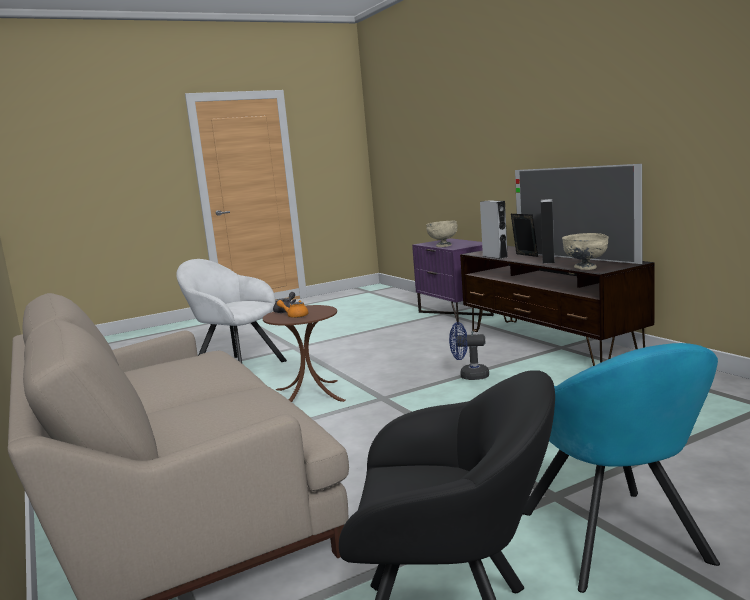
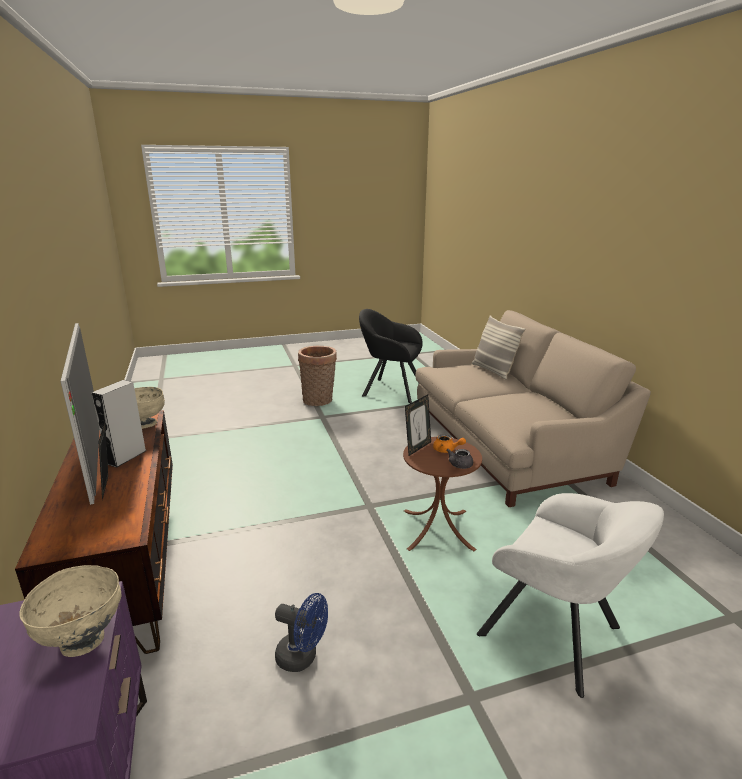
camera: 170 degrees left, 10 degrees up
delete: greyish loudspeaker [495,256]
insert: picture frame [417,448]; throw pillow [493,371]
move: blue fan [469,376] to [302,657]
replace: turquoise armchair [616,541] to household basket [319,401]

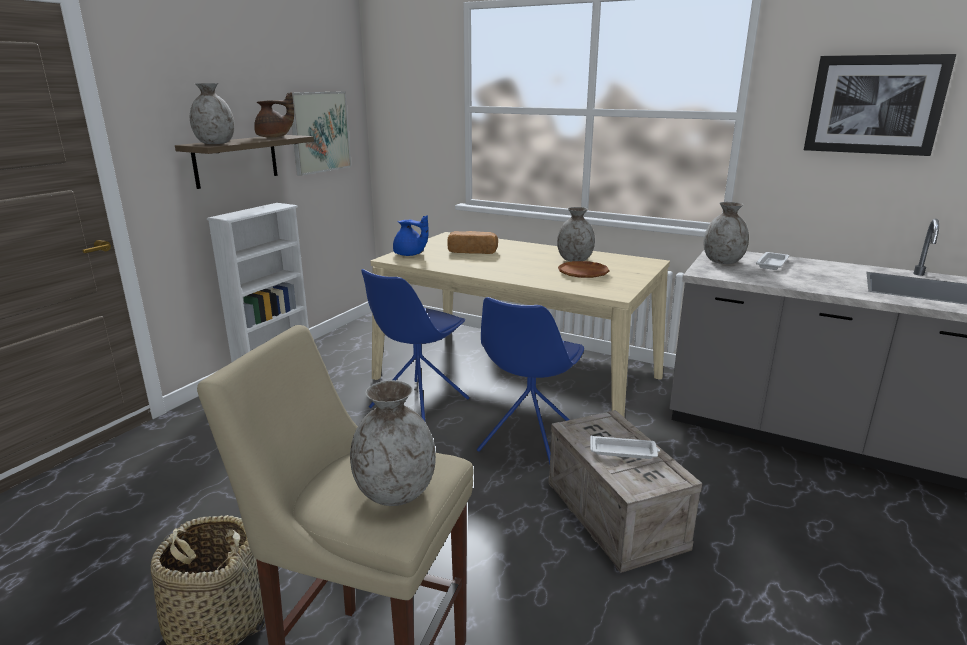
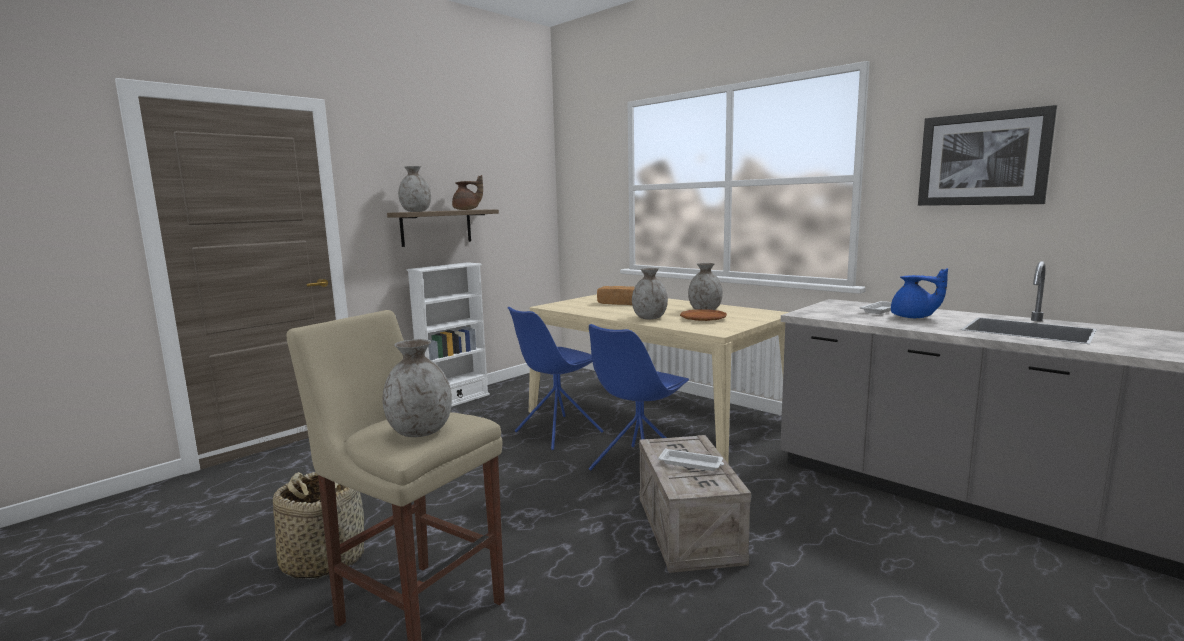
camera: 15 degrees right, 10 degrees down
delete: wall picture [320,132]
move: greyish decorative vase [723,261] to [650,318]; blue teapot [410,254] to [913,317]

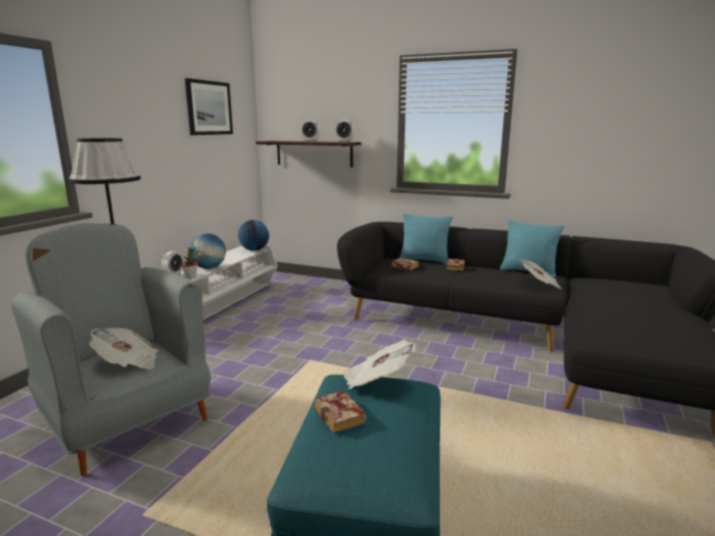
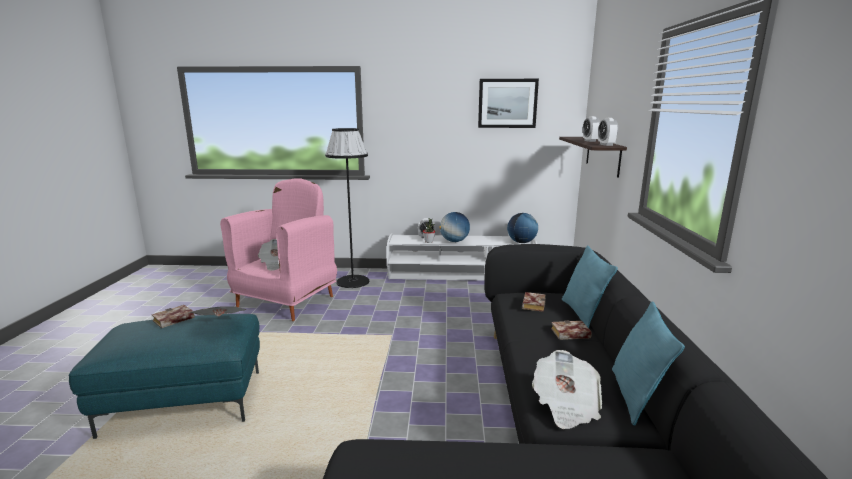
camera: 70 degrees right, 0 degrees up
recolor: greyish armchair [128,422] to pink-coloured armchair [287,301]

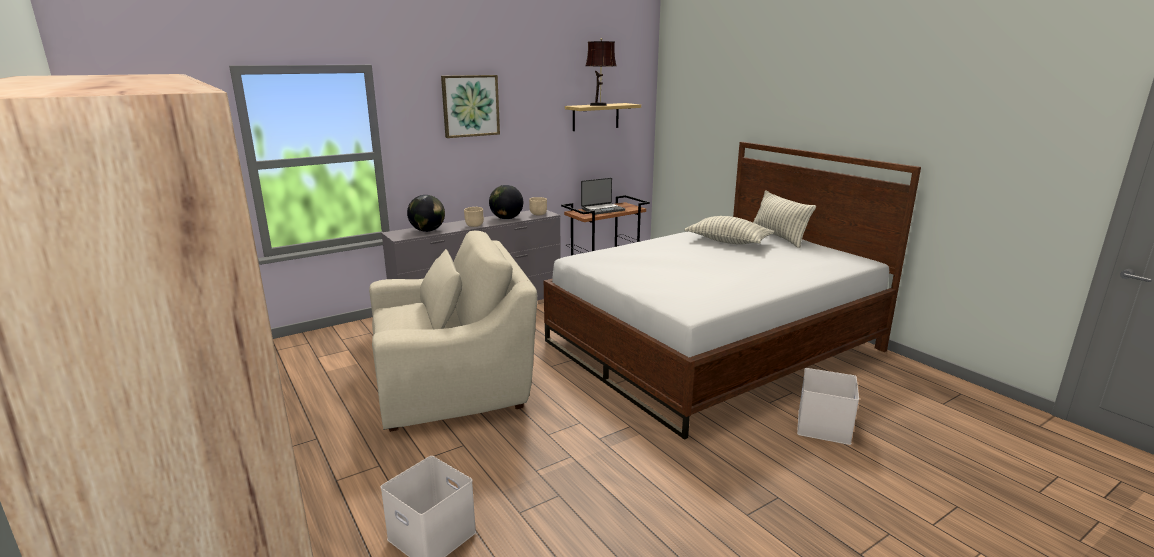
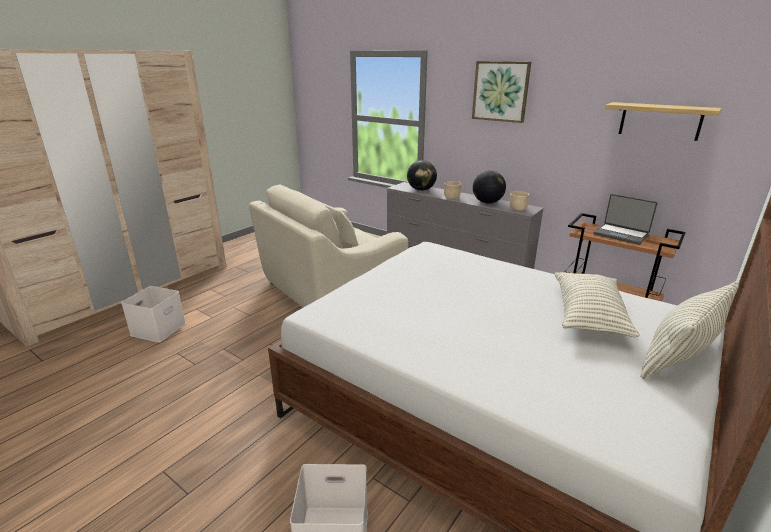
camera: 70 degrees right, 5 degrees up
delete: brownish lamp for a table [600,105]
rotate: beige-coloured armchair [453,380] = [330,291] 90 degrees clockwise

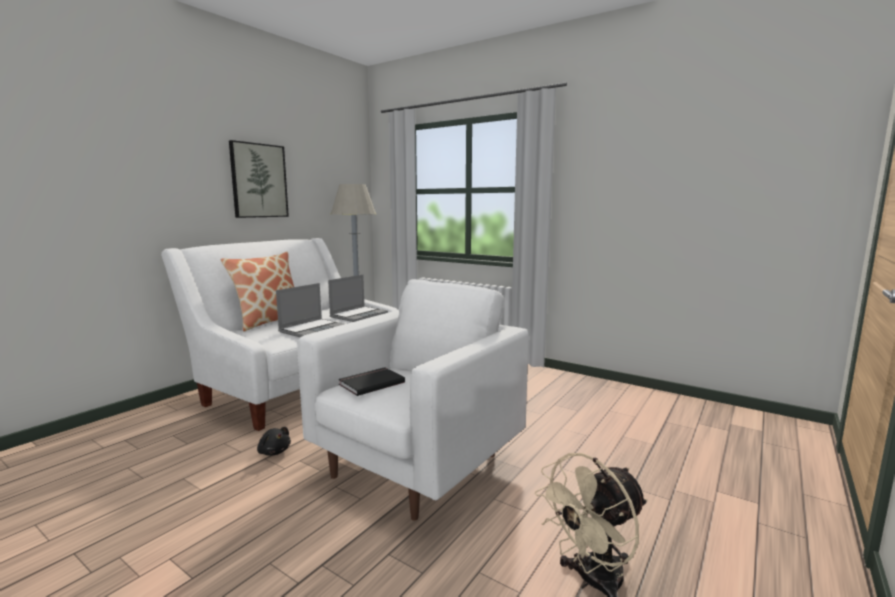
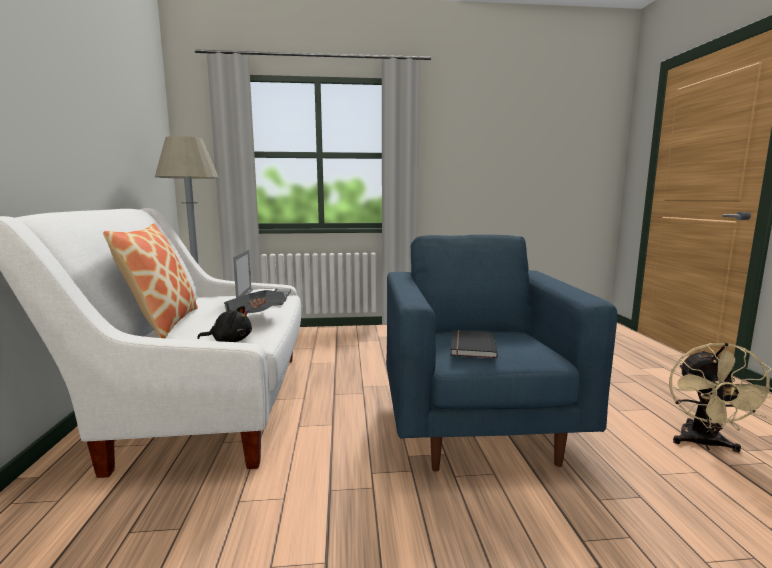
camera: 40 degrees left, 0 degrees up
delete: wall picture [259,181]
move: black-coloured cuddly toy [274,452] to [229,341]
replace: portable computer [312,329] to daily paper [256,319]
recolor: white-coloured armchair [416,466] to blue armchair [477,427]

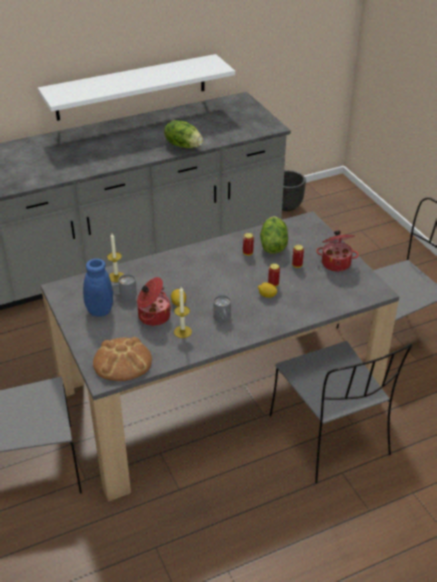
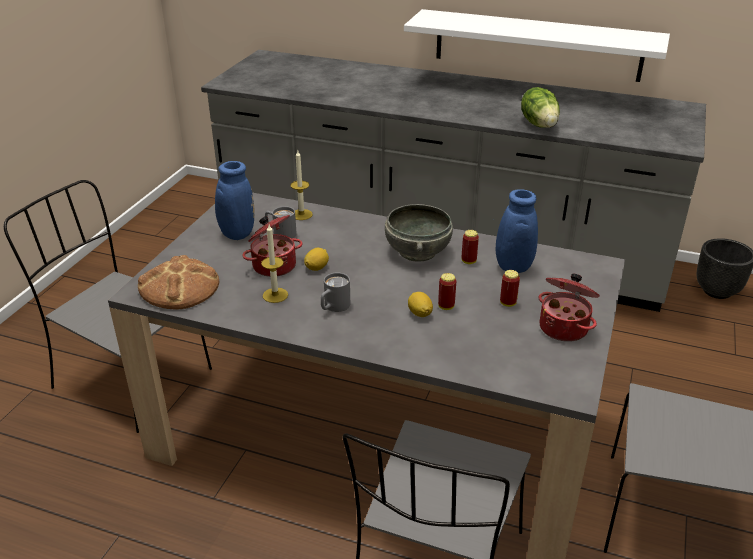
camera: 45 degrees right, 5 degrees down
insert: greyish deep dish [416,251]
replace: head of lettuce [272,246] to blue decorative vase [511,268]

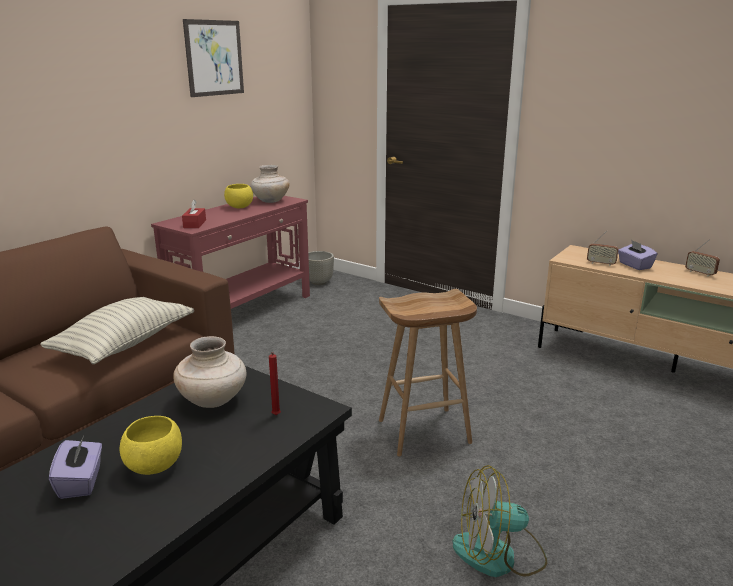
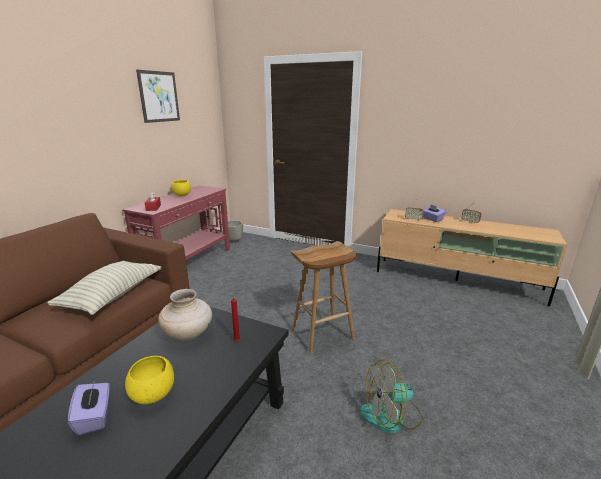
camera: 10 degrees left, 0 degrees up
delete: beige-coloured decorative vase [270,201]

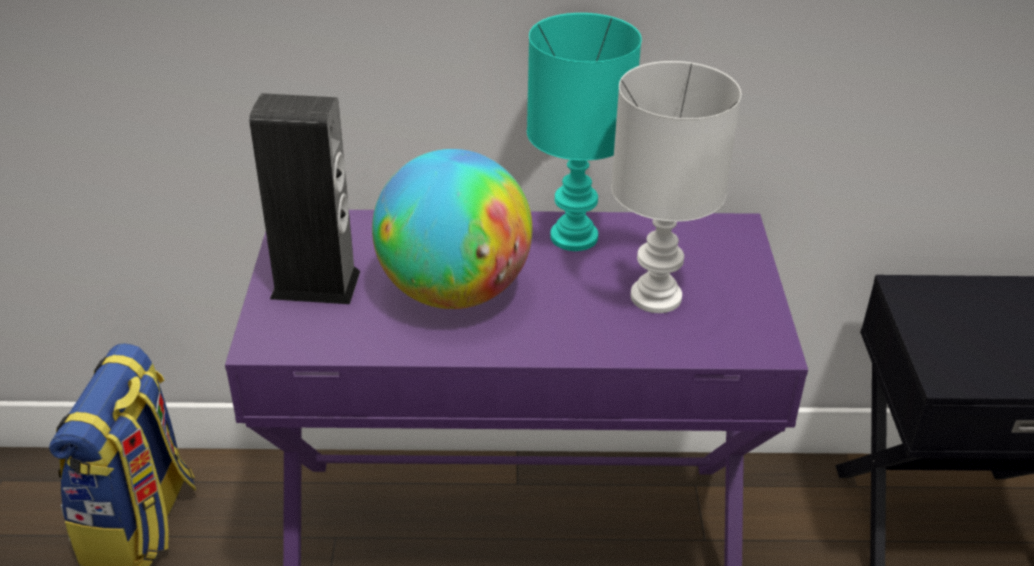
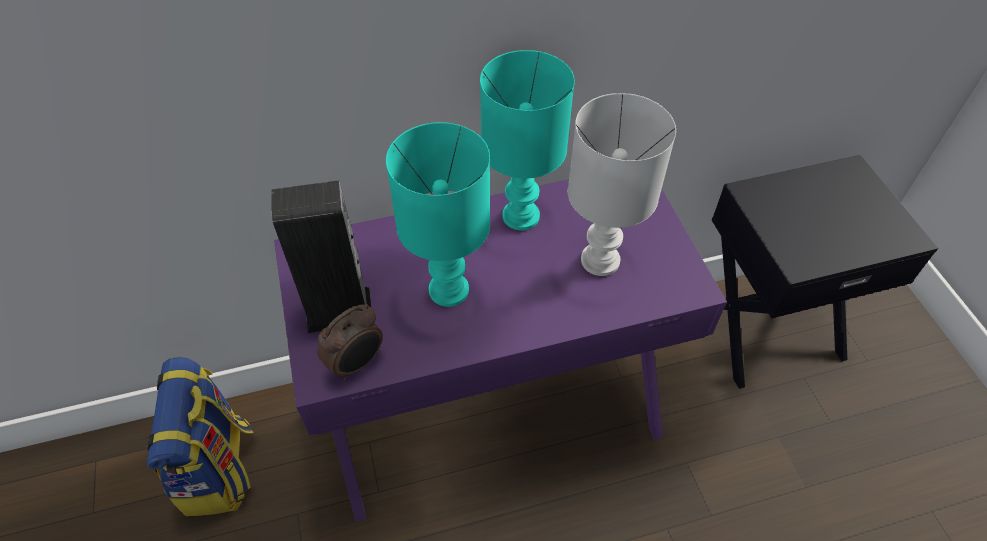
camera: 15 degrees left, 15 degrees up
insert: table clock [357,363]
replace: world globe [454,292] to turquoise lamp for a table [450,291]

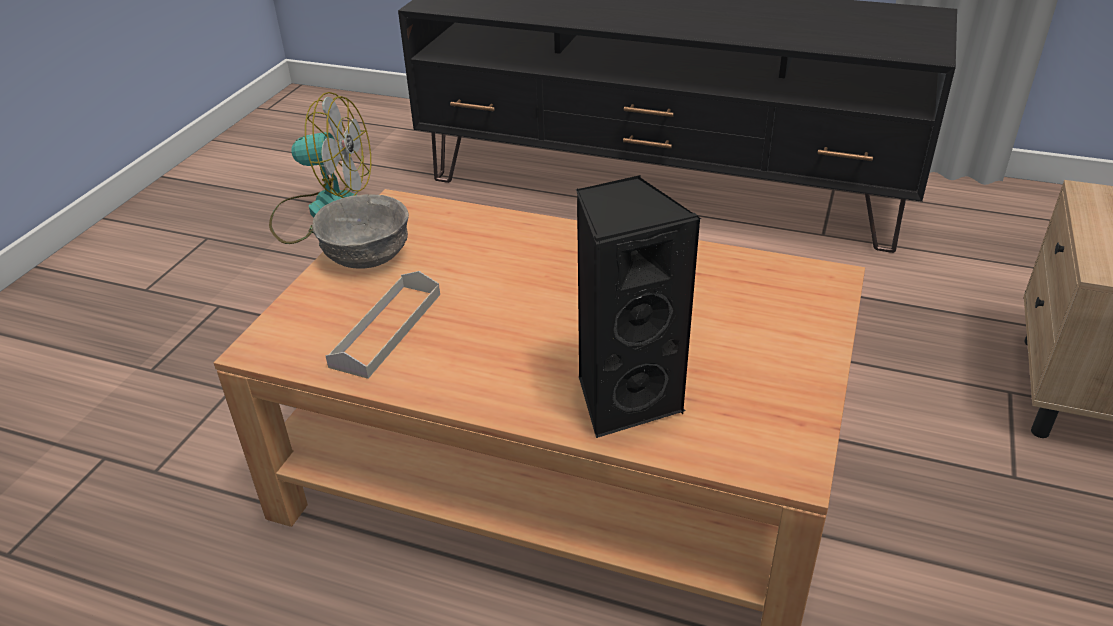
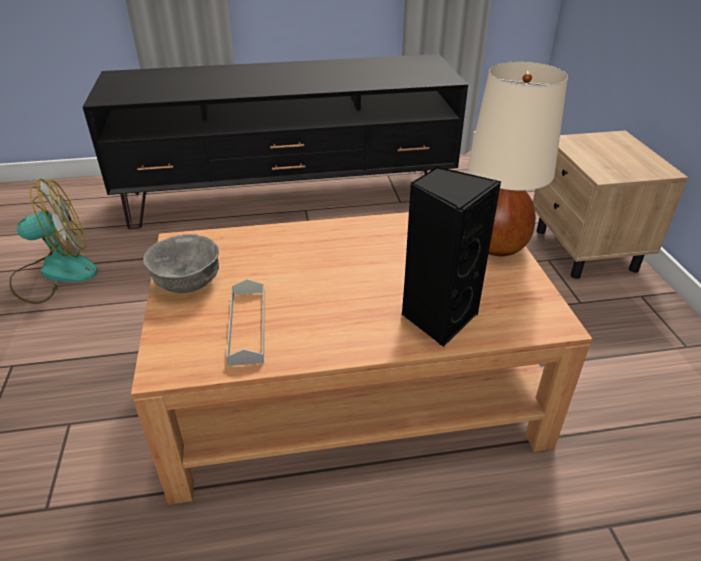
camera: 30 degrees left, 0 degrees up
insert: beige-coloured lamp for a table [496,245]

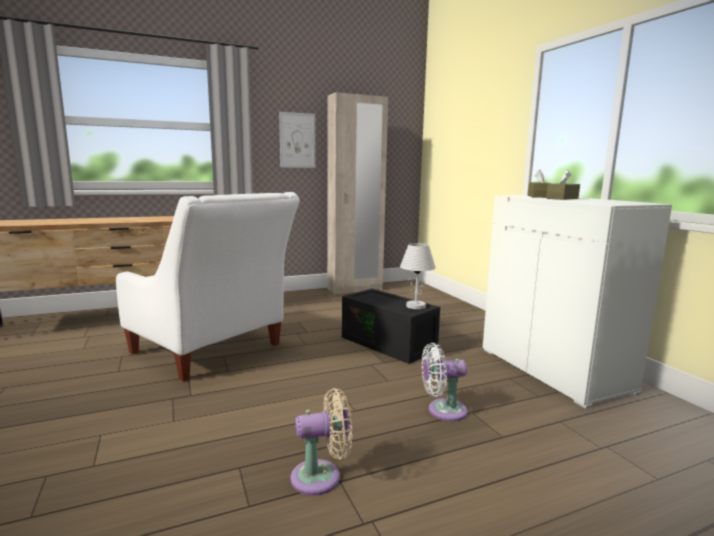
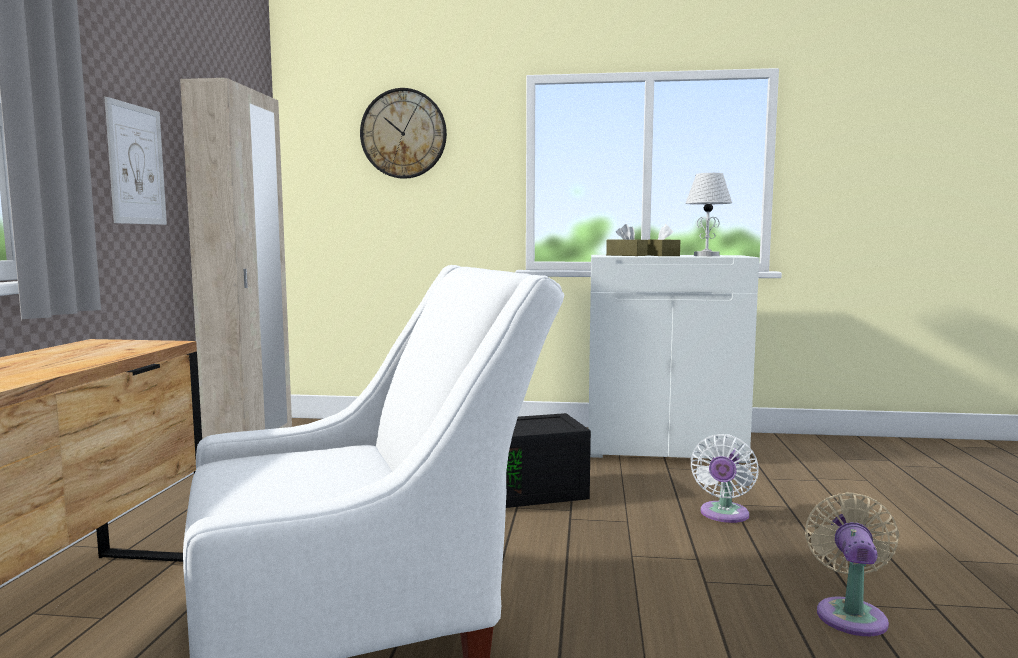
camera: 60 degrees left, 5 degrees down
insert: clock on the wall [403,134]
move: white-coloured lamp for a table [415,306] to [706,256]

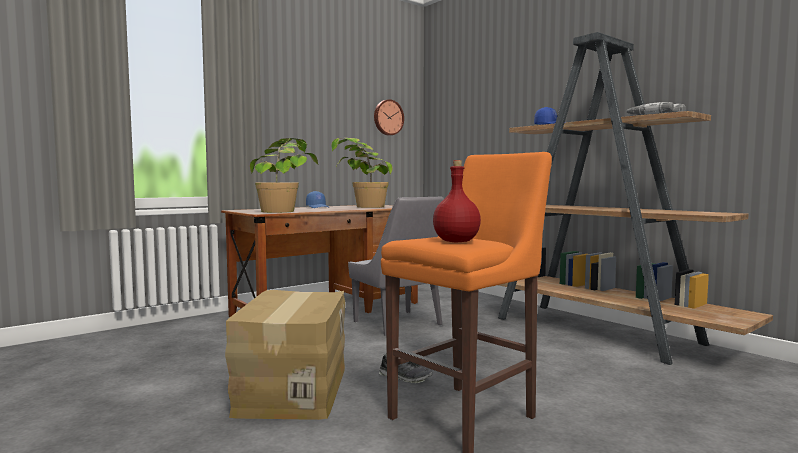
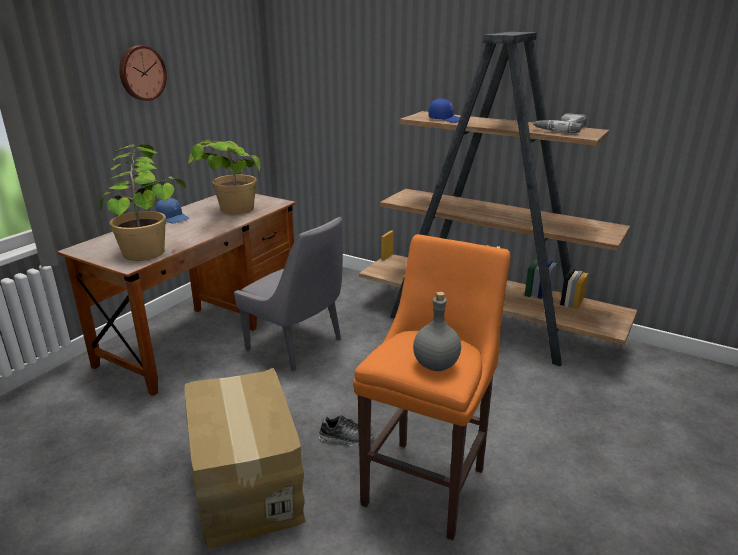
camera: 20 degrees left, 20 degrees up
move: clock on the wall [388,117] to [141,73]
recolor: reddish bottle [457,241] to greyish bottle [436,365]

